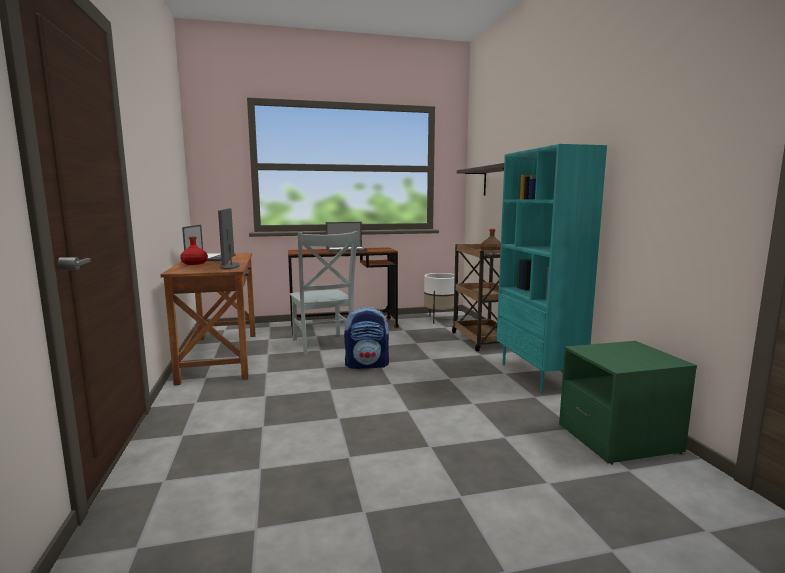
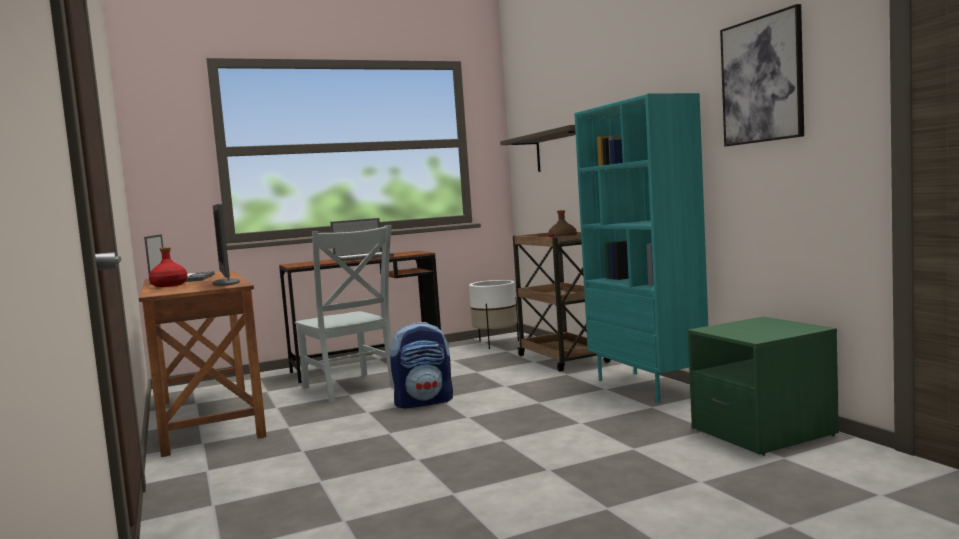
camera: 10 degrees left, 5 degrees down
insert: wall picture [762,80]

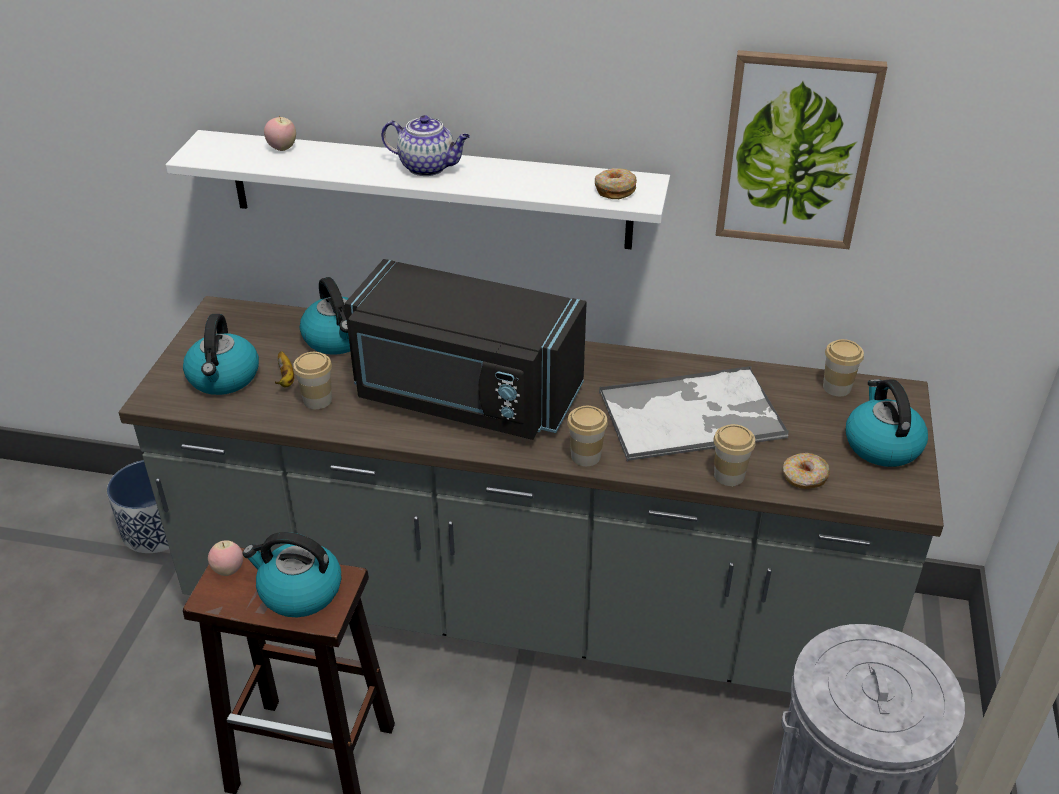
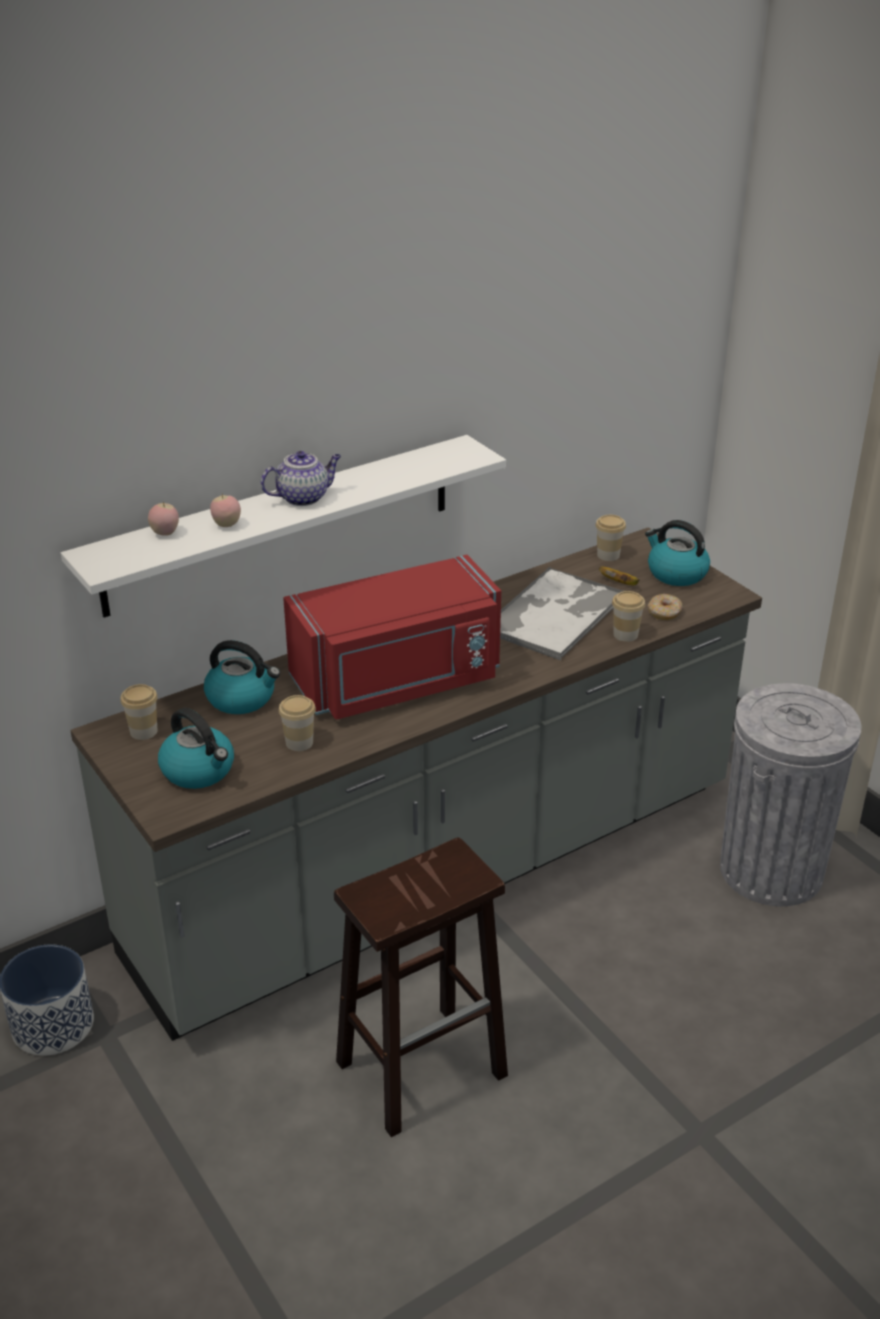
camera: 45 degrees left, 5 degrees down
delete: water kettle [299,591]; doughnut [615,190]; wall picture [796,151]
move: drinking cup [585,456] to [143,731]; apple [228,570] to [226,525]; banana [286,378] to [620,583]
recolor: black-coloured kitchen microwave [464,396] to reddish kitchen microwave [398,682]

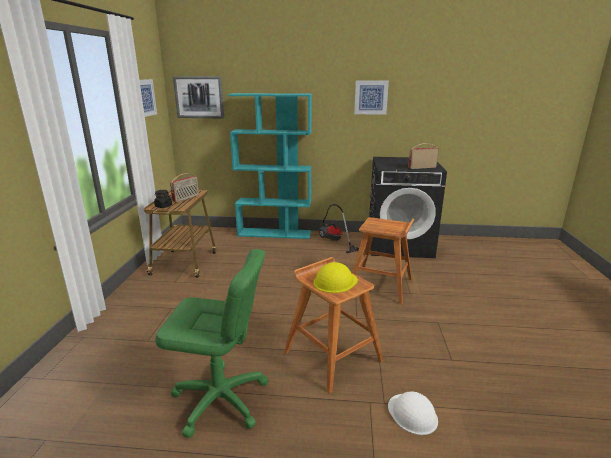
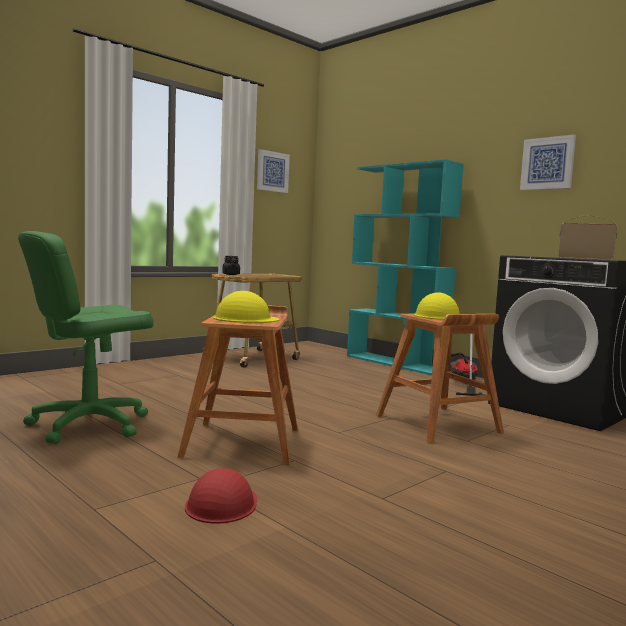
camera: 40 degrees right, 15 degrees down
delete: radio receiver [186,198]; wall picture [199,97]
insert: yellow hard hat [438,316]
recolor: white-coloured hard hat [412,414] to reddish hard hat [221,504]
rotate: greenish office chair [220,399] = [88,425] 90 degrees clockwise

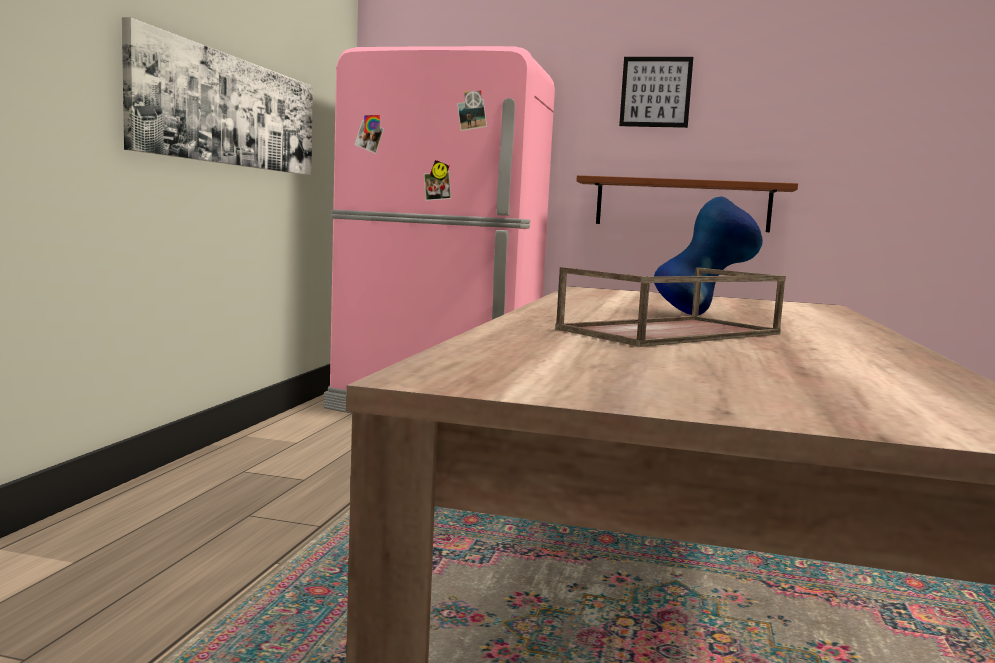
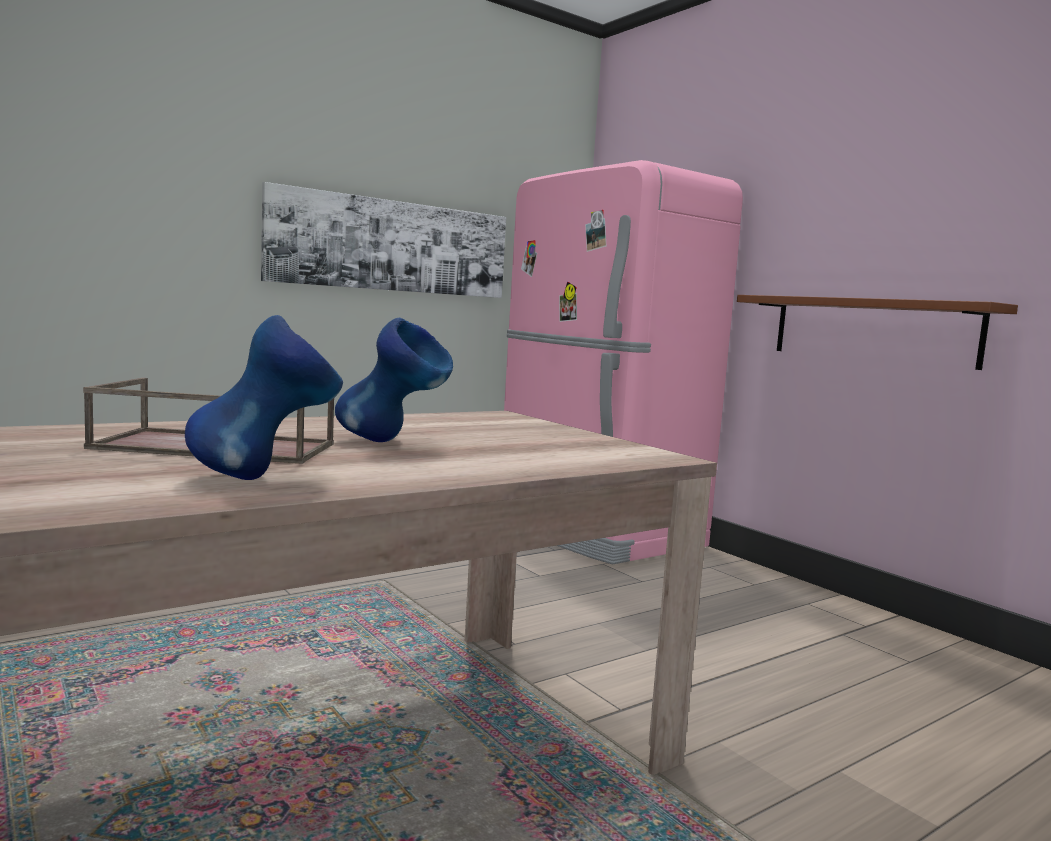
camera: 40 degrees right, 0 degrees up
delete: wall picture [655,92]
insert: blue decorative vase [266,478]

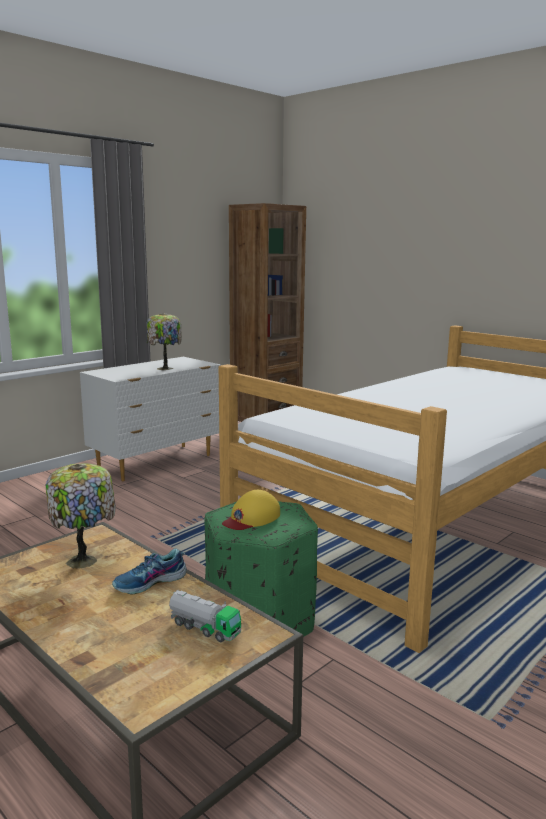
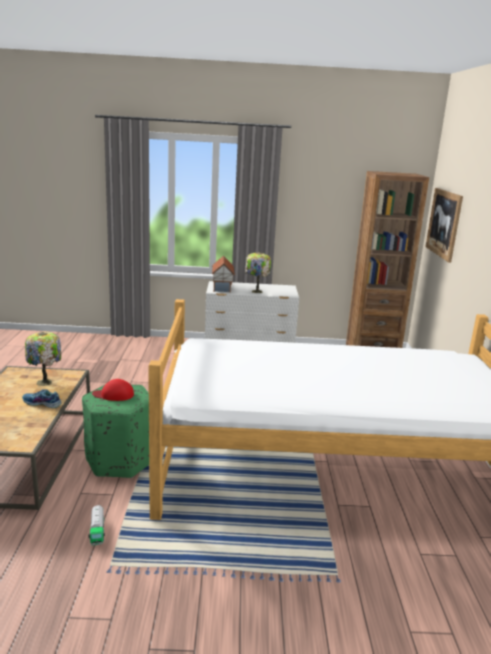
camera: 45 degrees right, 5 degrees up
insert: toy house [223,288]; wall picture [444,223]
move: toy truck [204,628] to [97,531]
recolor: yellow cap [251,518] to reddish cap [114,395]

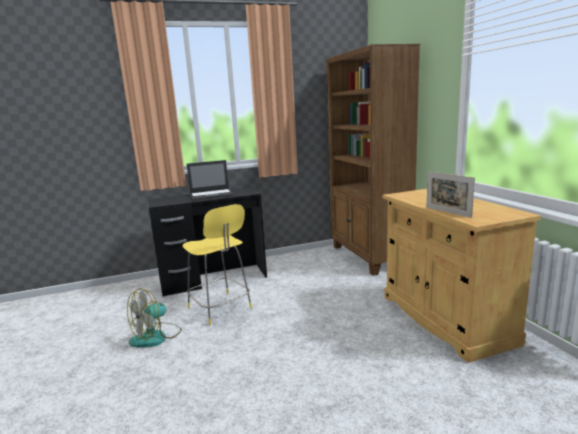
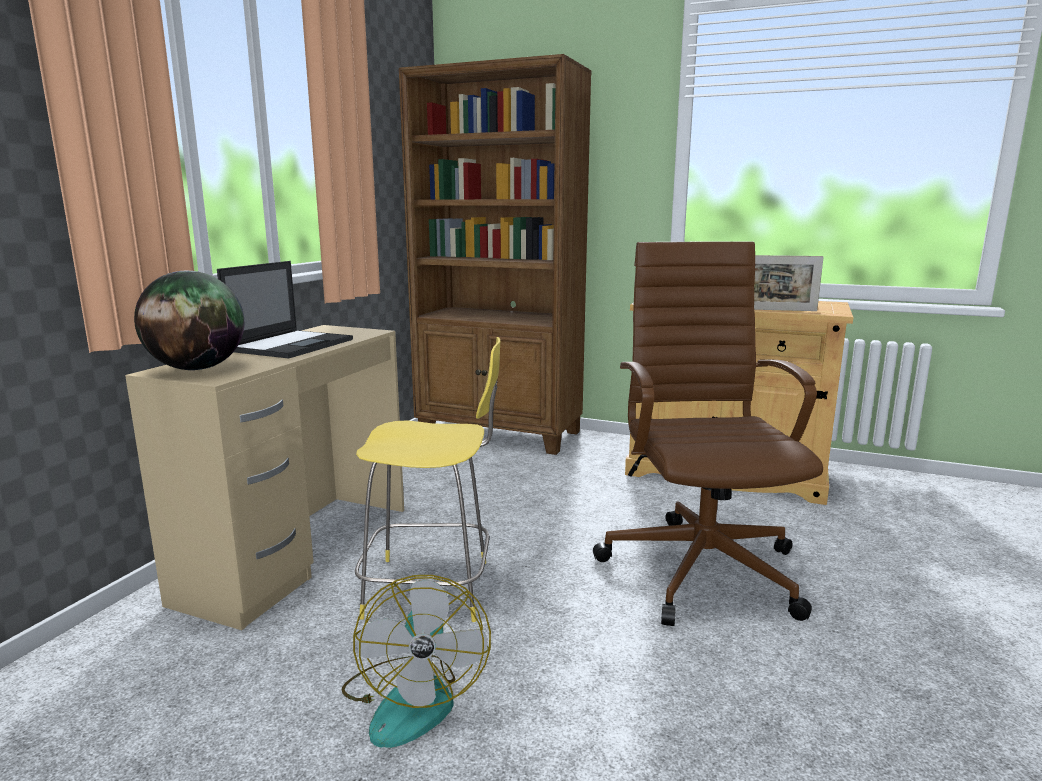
camera: 50 degrees left, 0 degrees up
insert: world globe [197,368]; brownish office chair [701,567]
recolor: black-coloured desk table [214,279] to beige-coloured desk table [299,551]

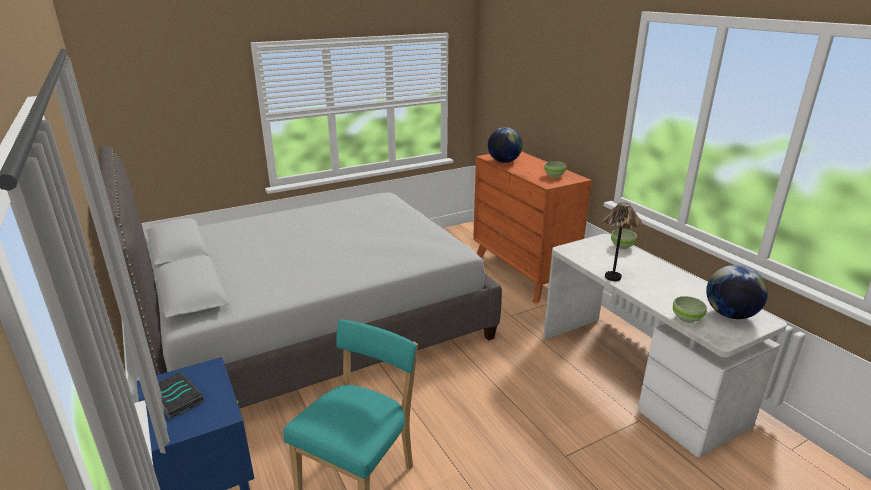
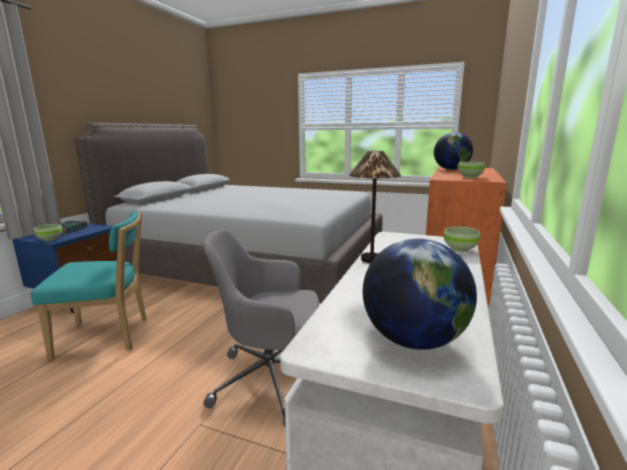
camera: 50 degrees right, 10 degrees down
insert: greyish office chair [271,380]
move: greenish deep dish [686,318] to [50,239]

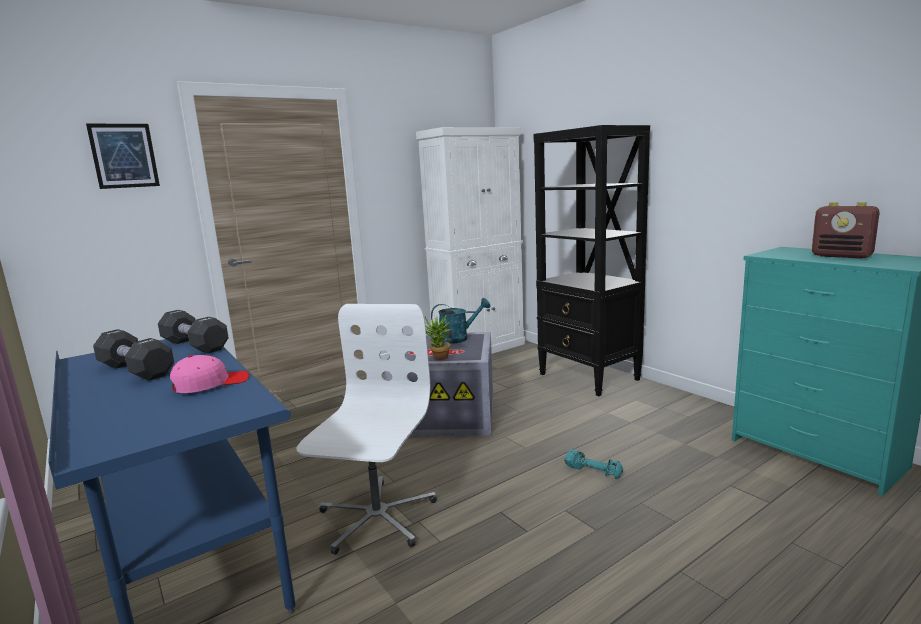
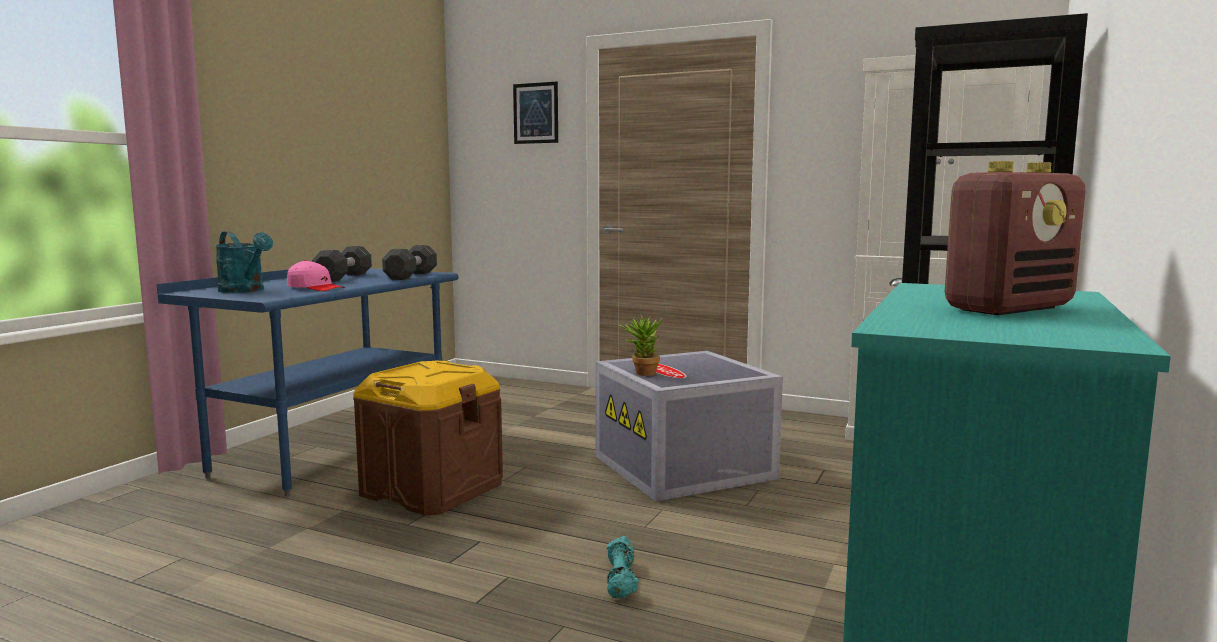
camera: 60 degrees right, 5 degrees down
move: turquoise sprinkling can [459,338] to [245,291]
replace: white-coloured office chair [376,518] to brownish storage container [432,489]
rotate: radio receiver [842,256] = [1009,308] 135 degrees counterclockwise

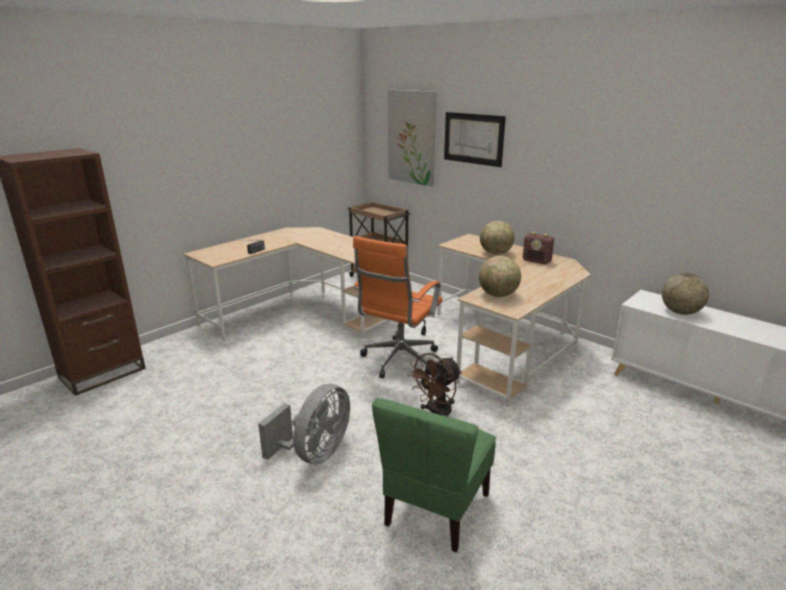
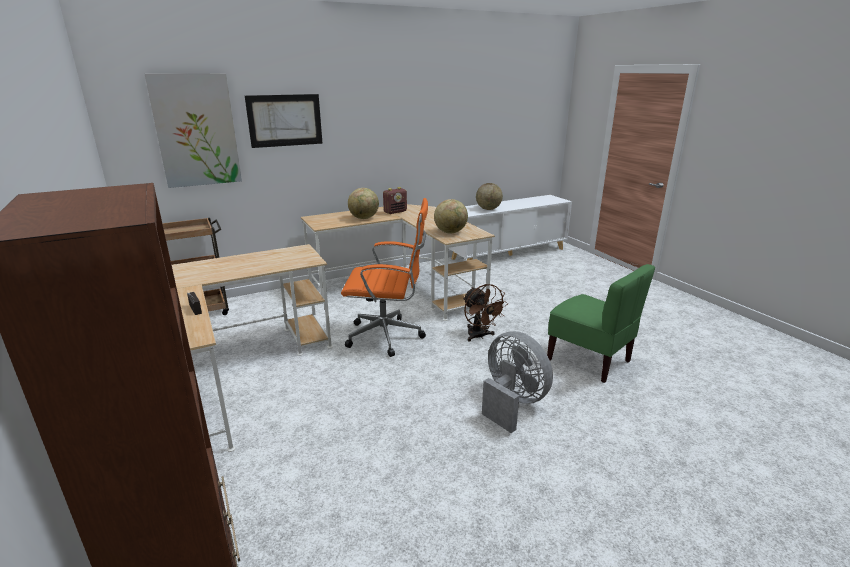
camera: 70 degrees left, 0 degrees up
rotate: orange office chair [398,361] = [388,336] 45 degrees counterclockwise

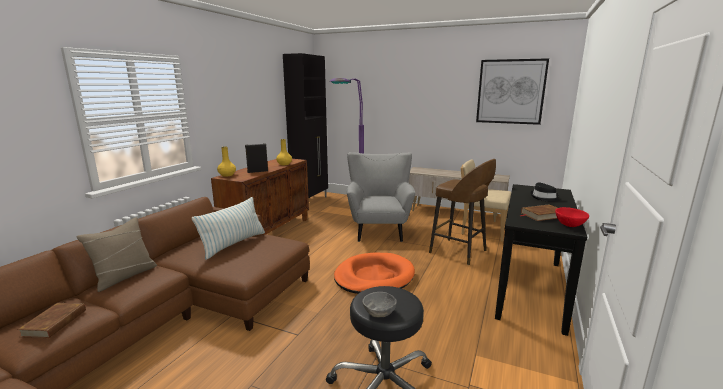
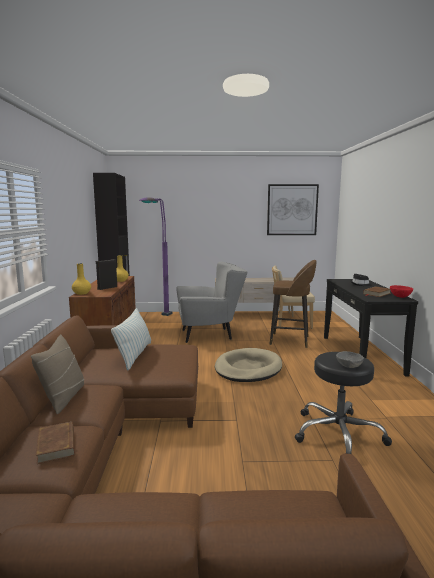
camera: 25 degrees left, 5 degrees down
recolor: orange dog bed [374,277] to beige-coloured dog bed [248,368]
rotate: greyish armchair [379,230] = [211,335] 105 degrees clockwise

